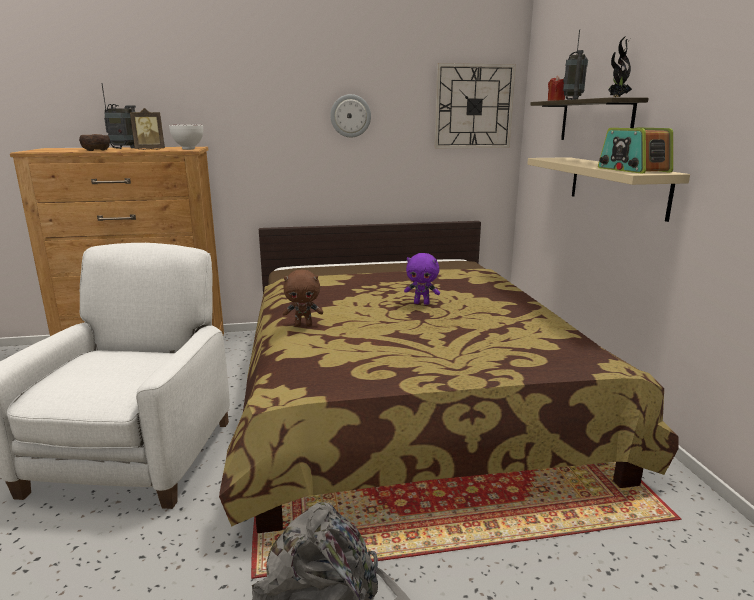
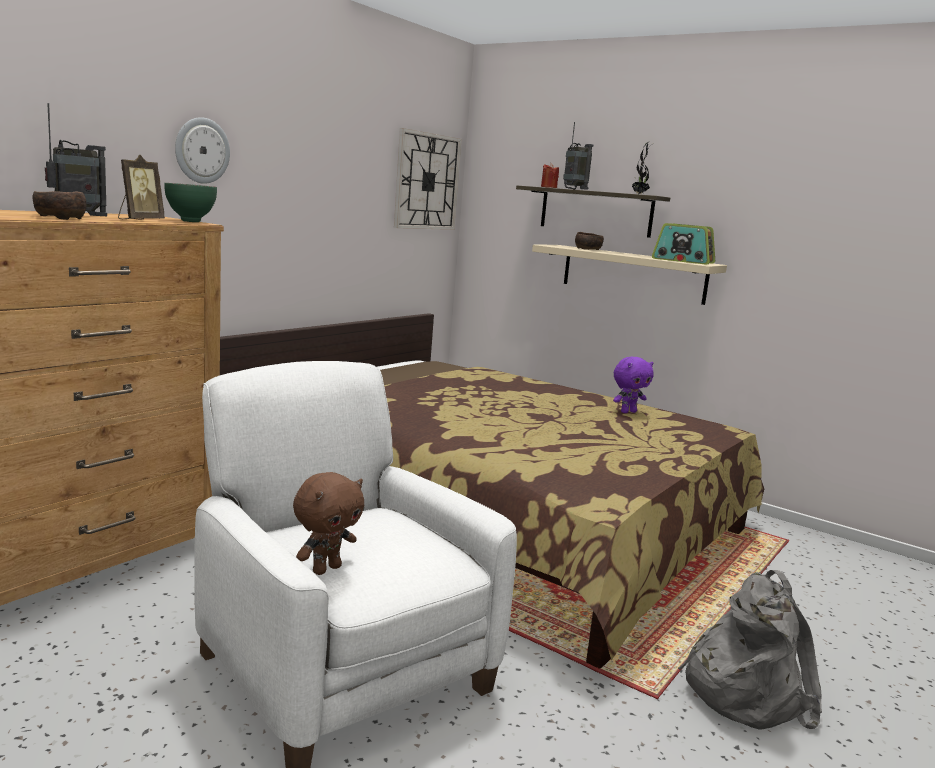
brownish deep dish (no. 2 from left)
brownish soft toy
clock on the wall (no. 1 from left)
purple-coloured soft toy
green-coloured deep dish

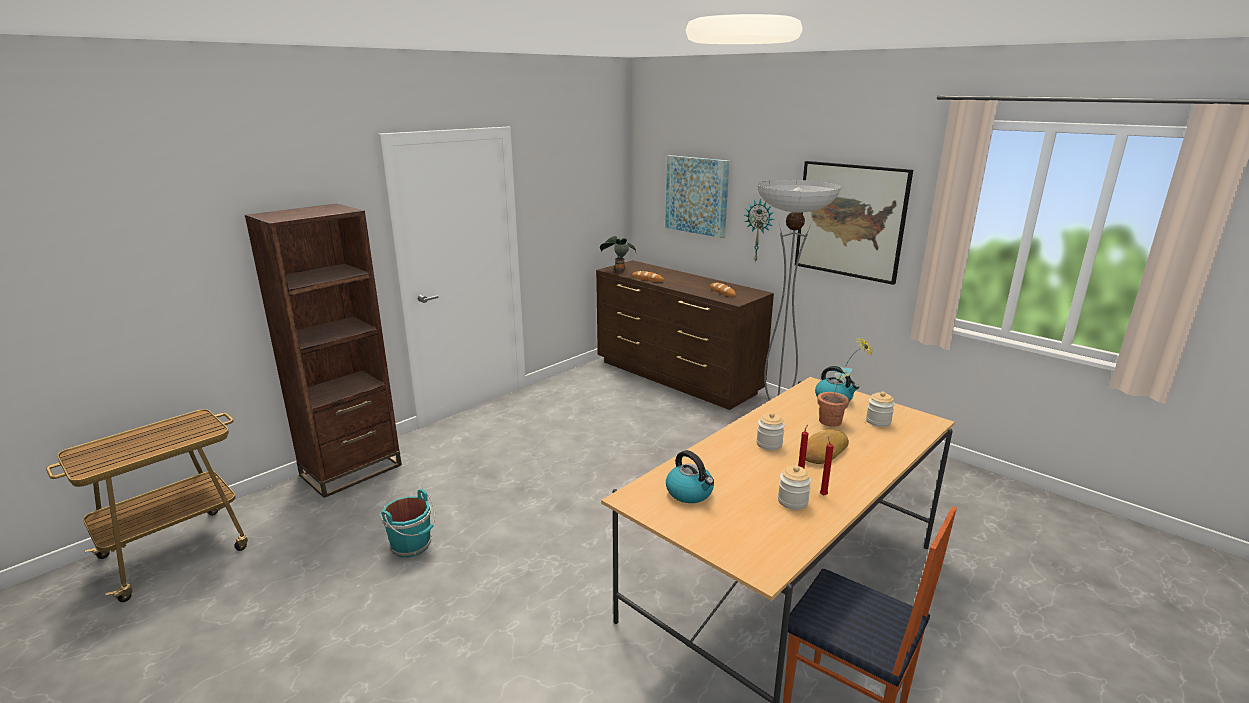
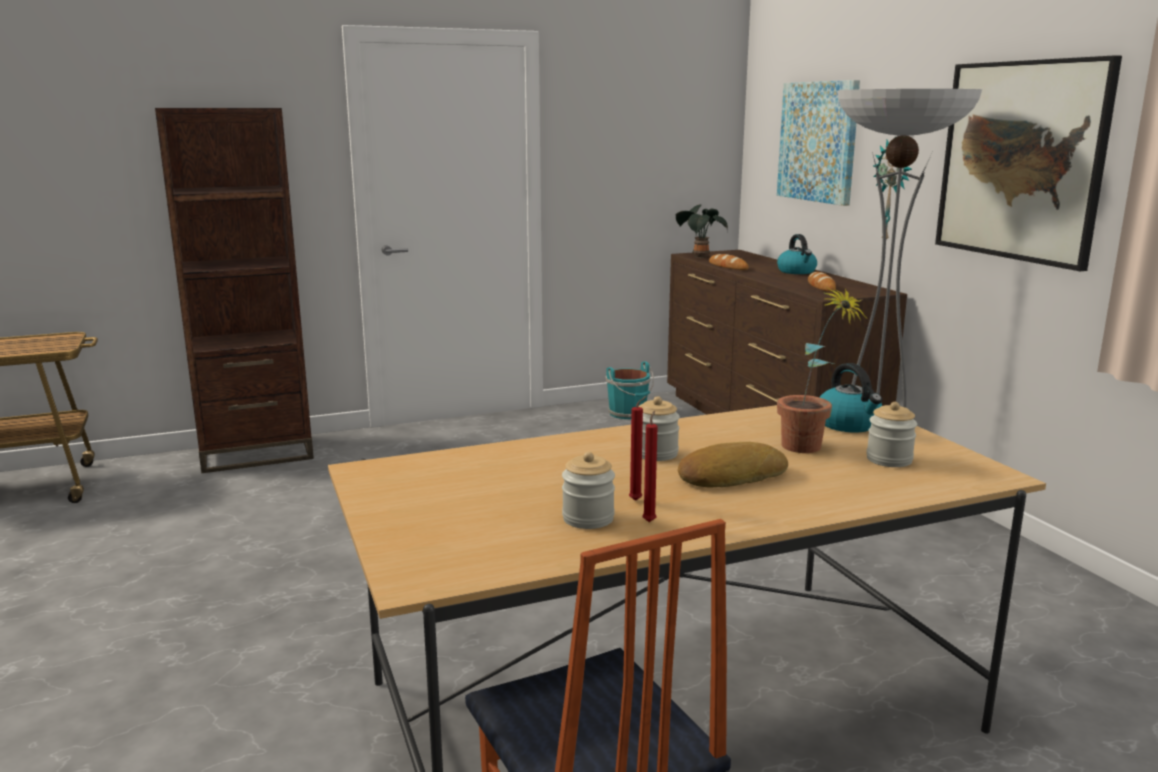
turquoise pail
kettle (no. 1 from left)

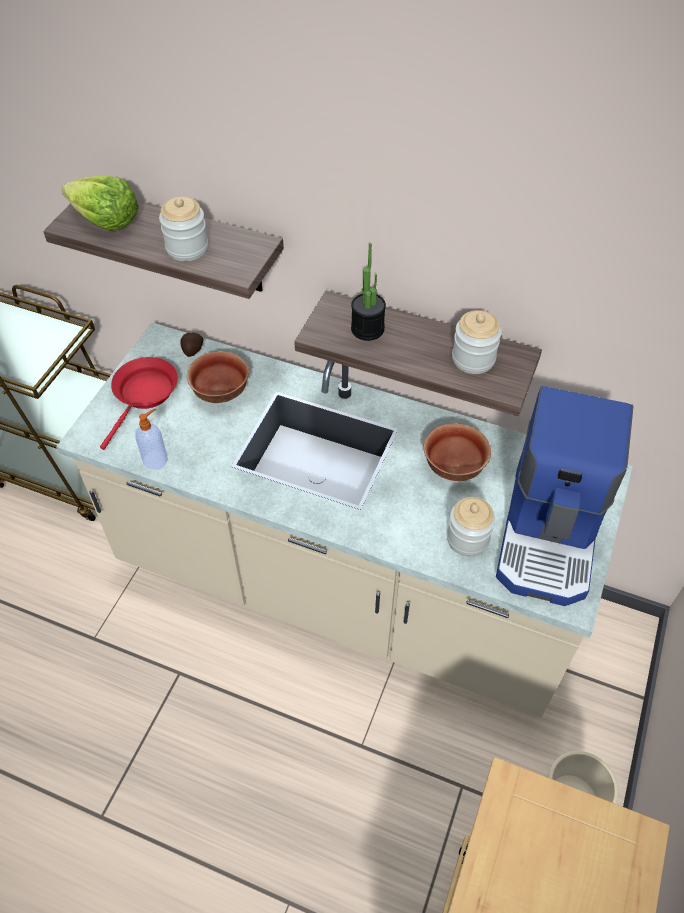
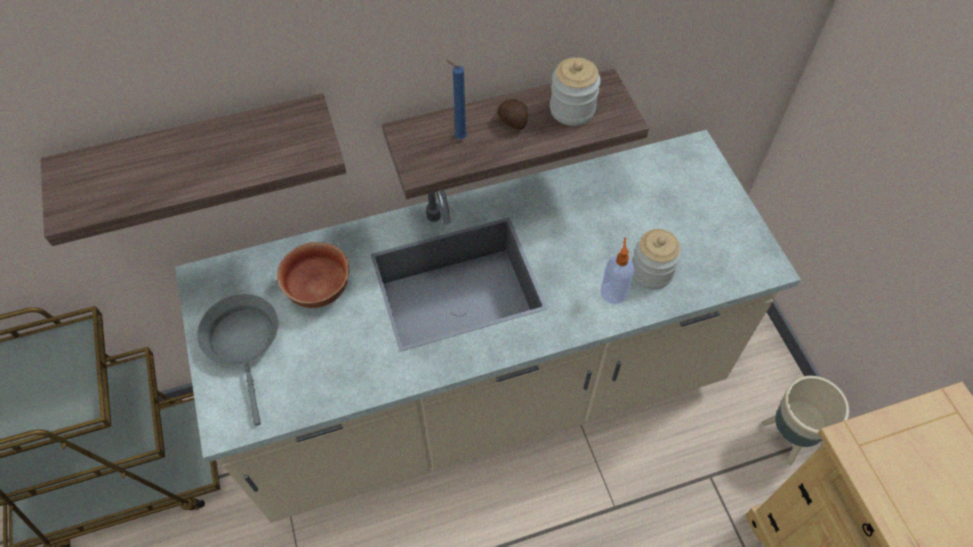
head of lettuce
preserve jar (no. 1 from left in the first image)
deep dish (no. 2 from left in the first image)
coffee machine
soap dispenser
spud
blue-coloured wax light
grey skillet

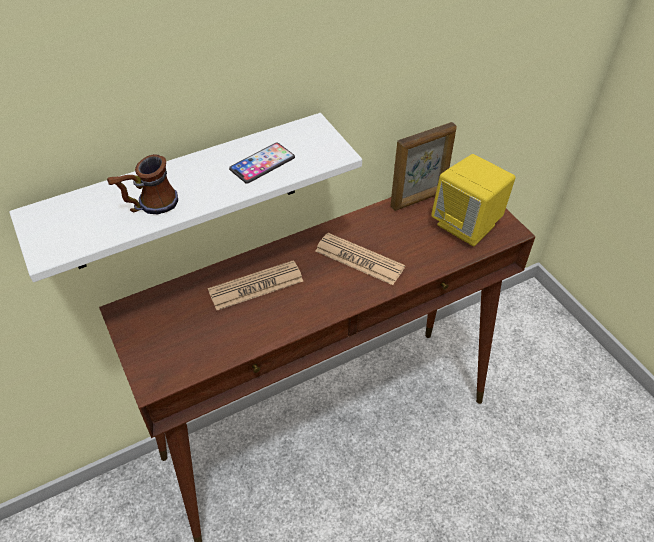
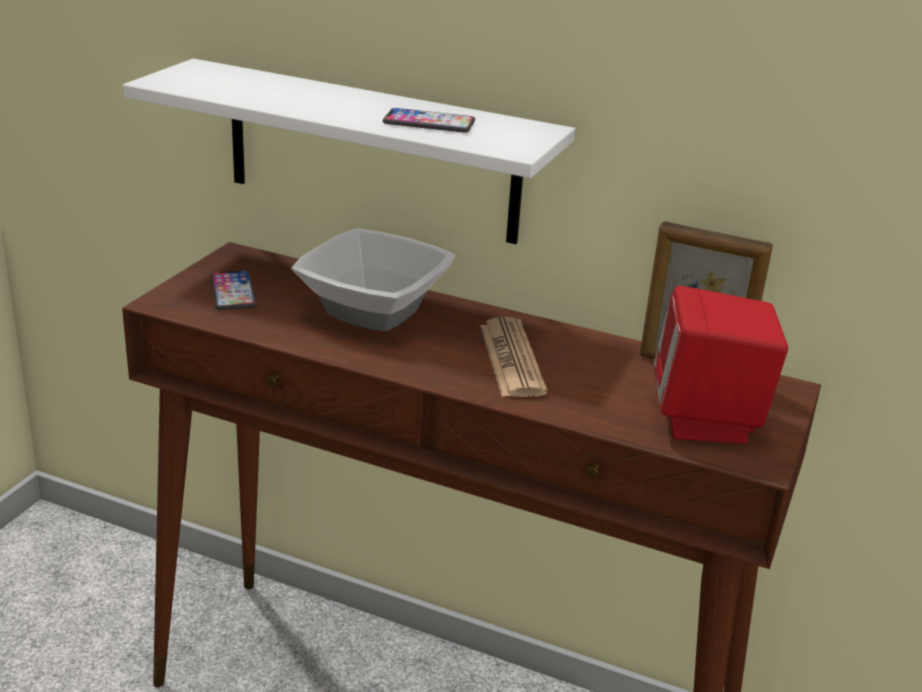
coffee mug
telephone (no. 1 from left)
deep dish
red-coloured audio speaker

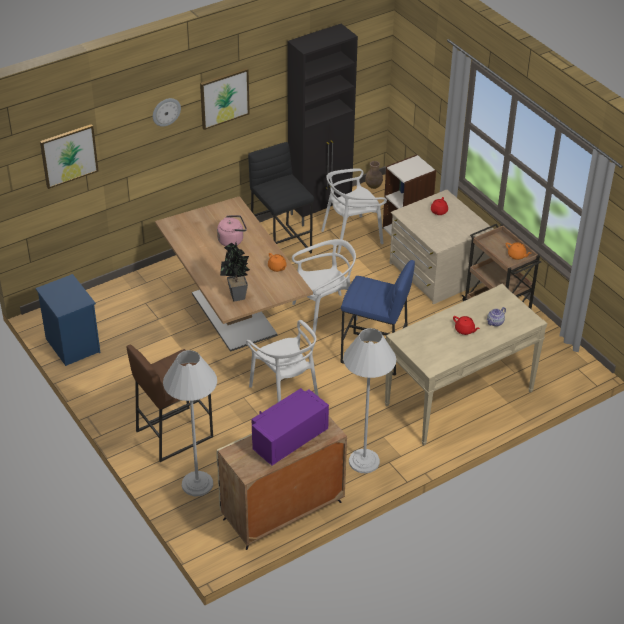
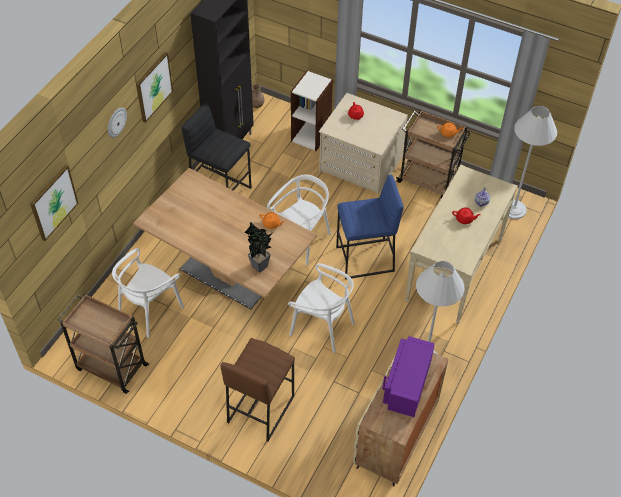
pink kettle
white standing lamp (no. 2 from left)
white upright chair (no. 1 from left)
brownish wheeled cart (no. 1 from left)

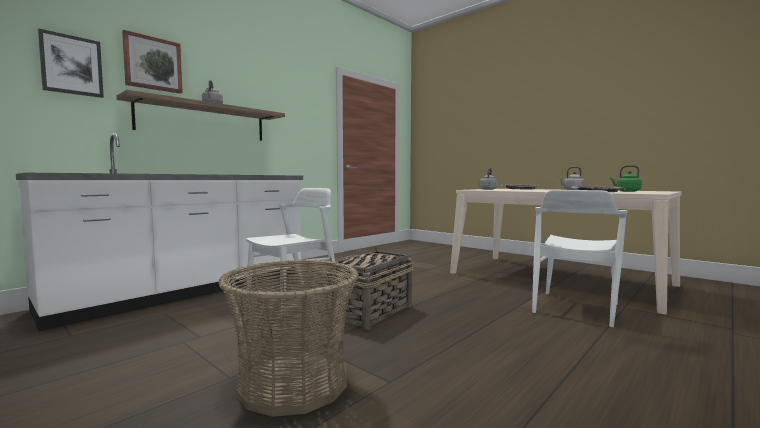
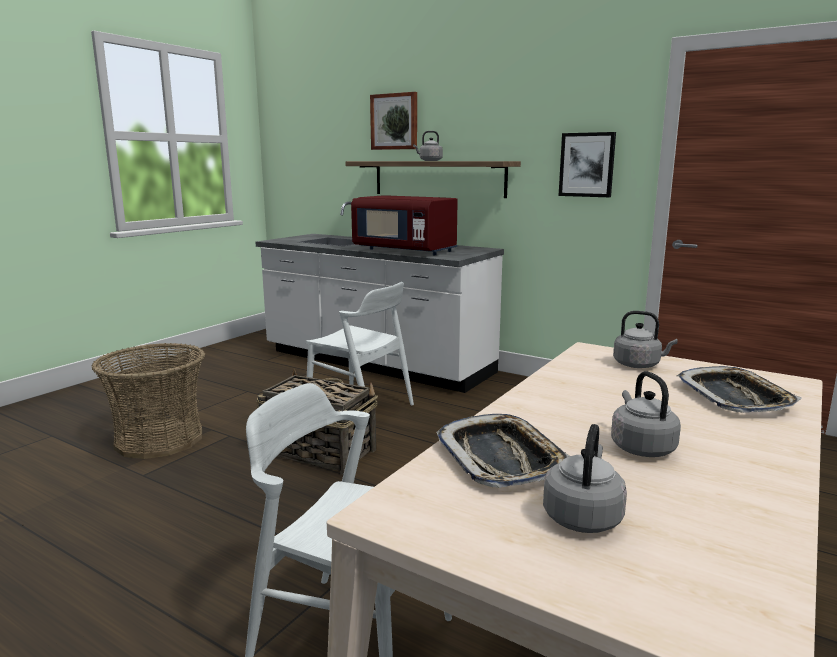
red-coloured microwave
picture (no. 2 from left)
grey kettle (no. 2 from left)

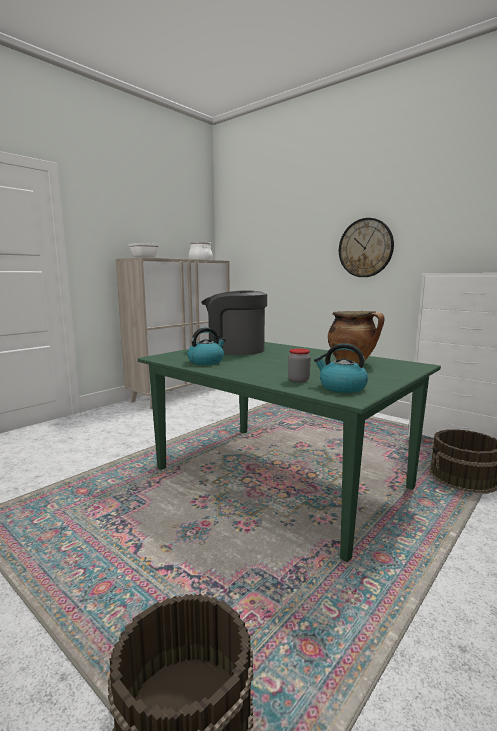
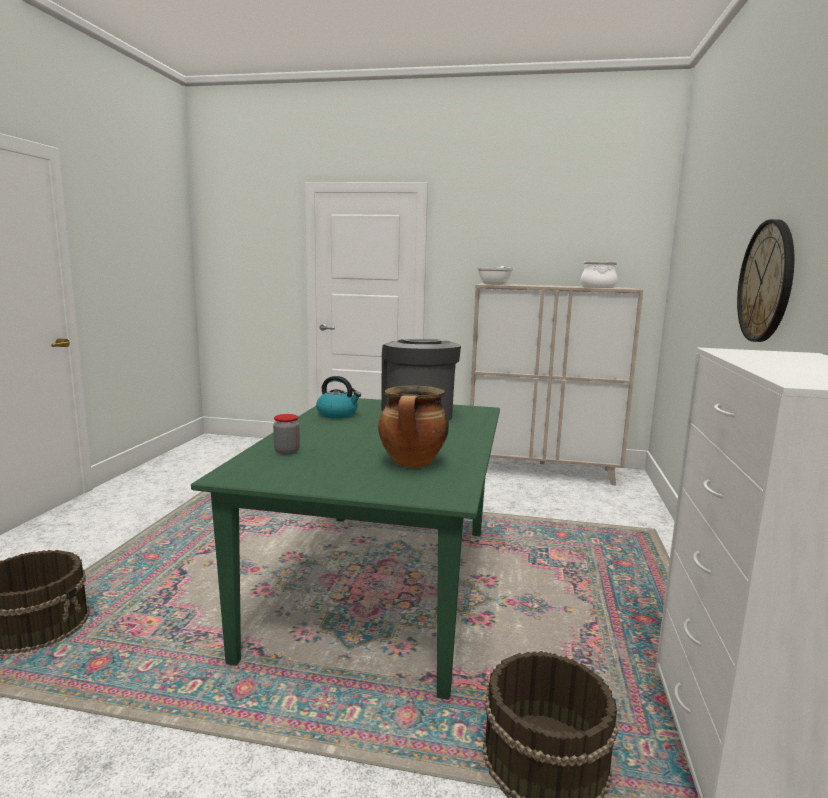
kettle (no. 2 from left in the first image)

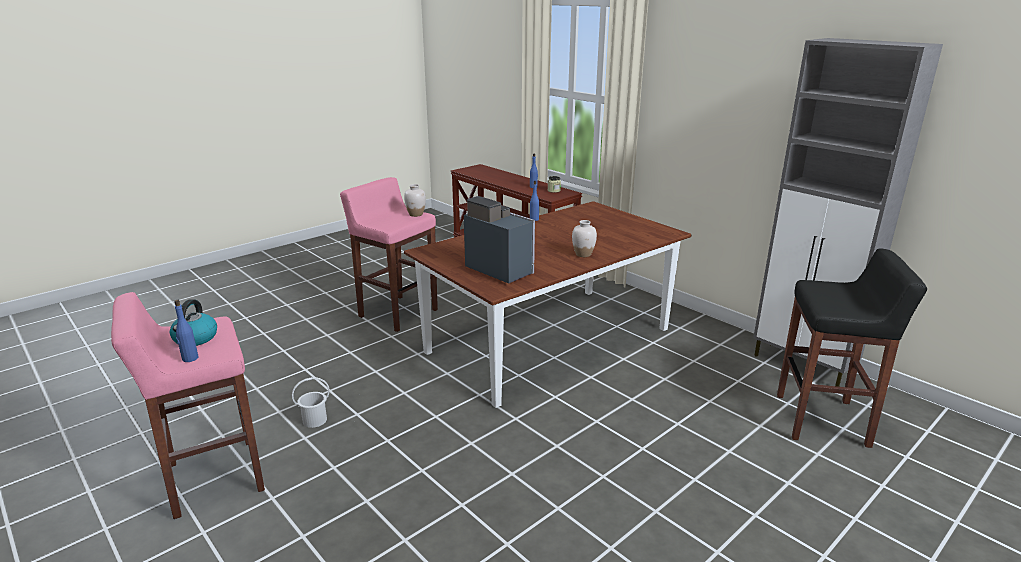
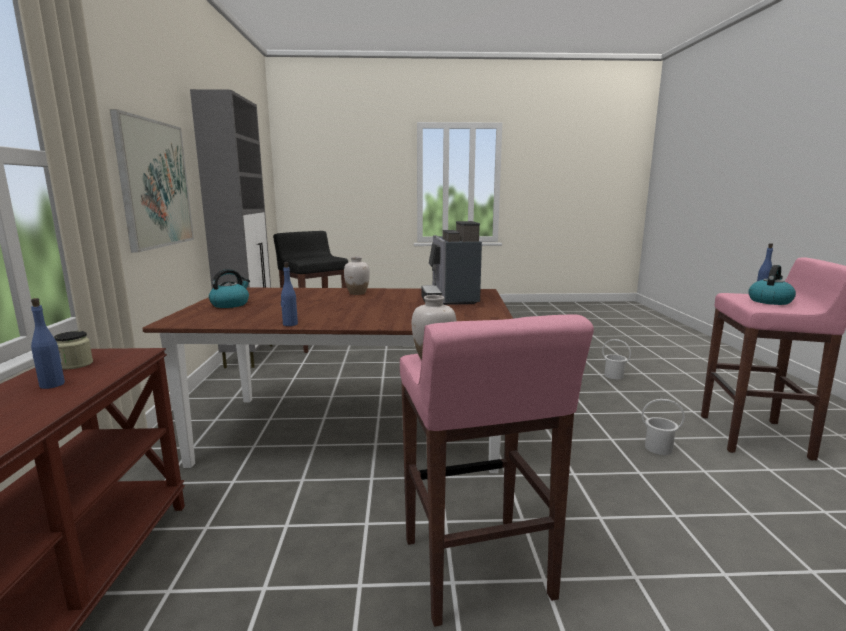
picture
kettle (no. 1 from left)
white pail (no. 1 from left)

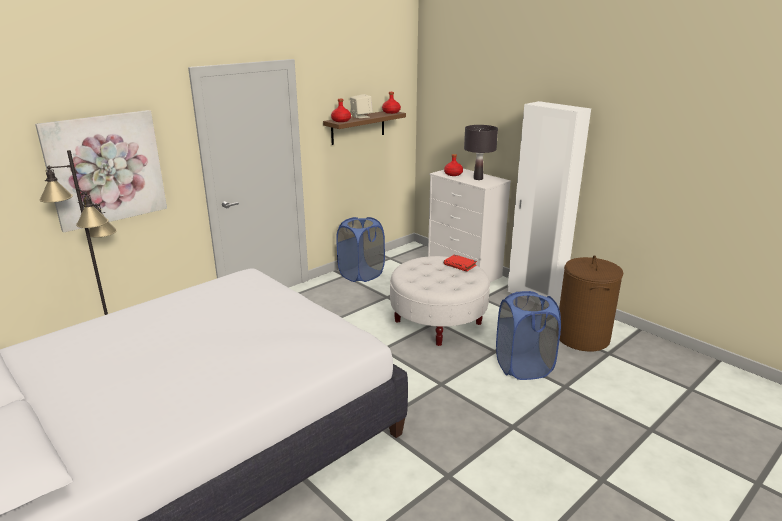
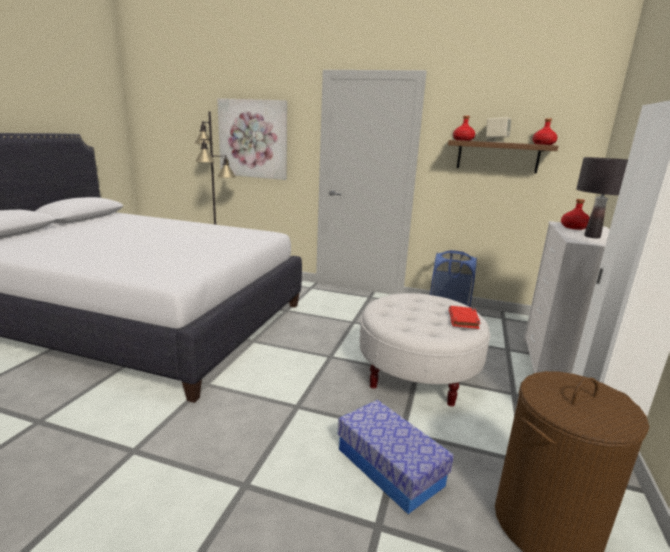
storage box

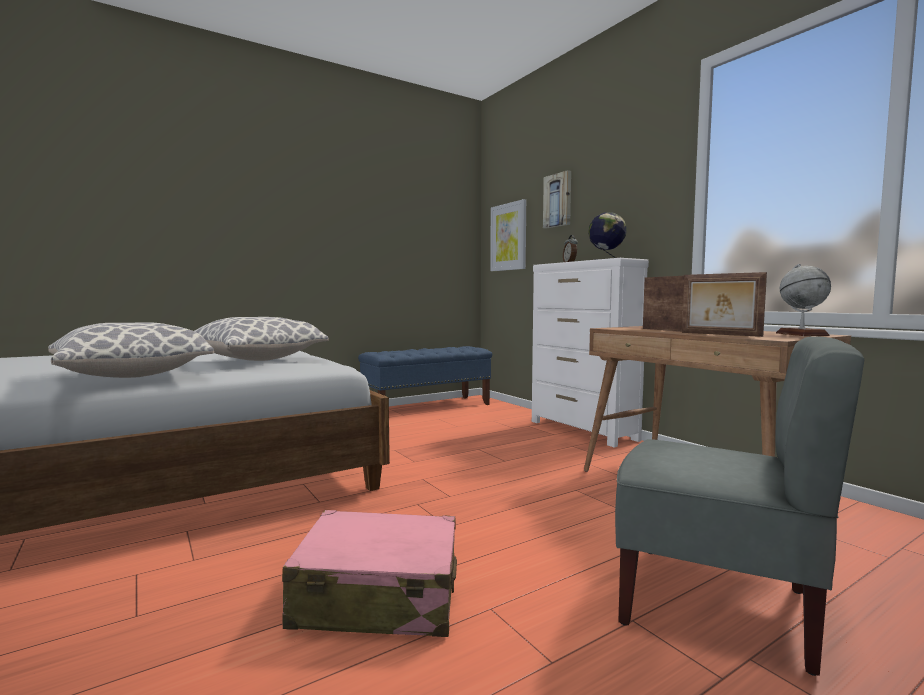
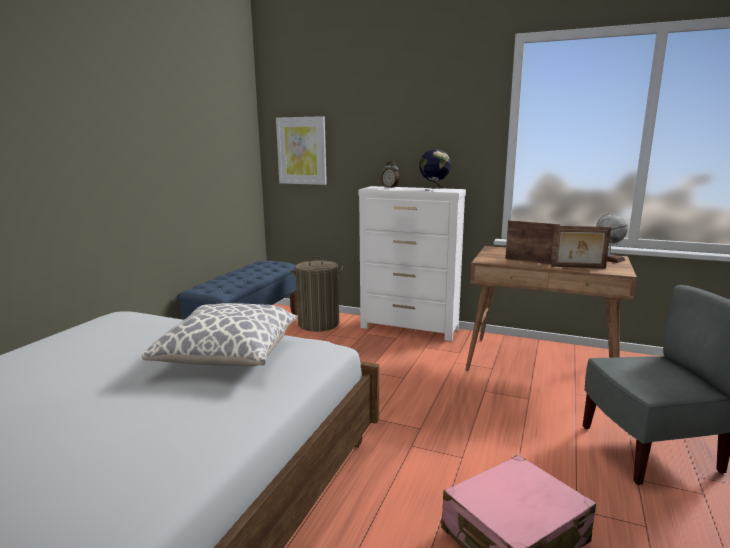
throw pillow (no. 1 from left in the first image)
picture (no. 2 from left in the first image)
laundry basket

